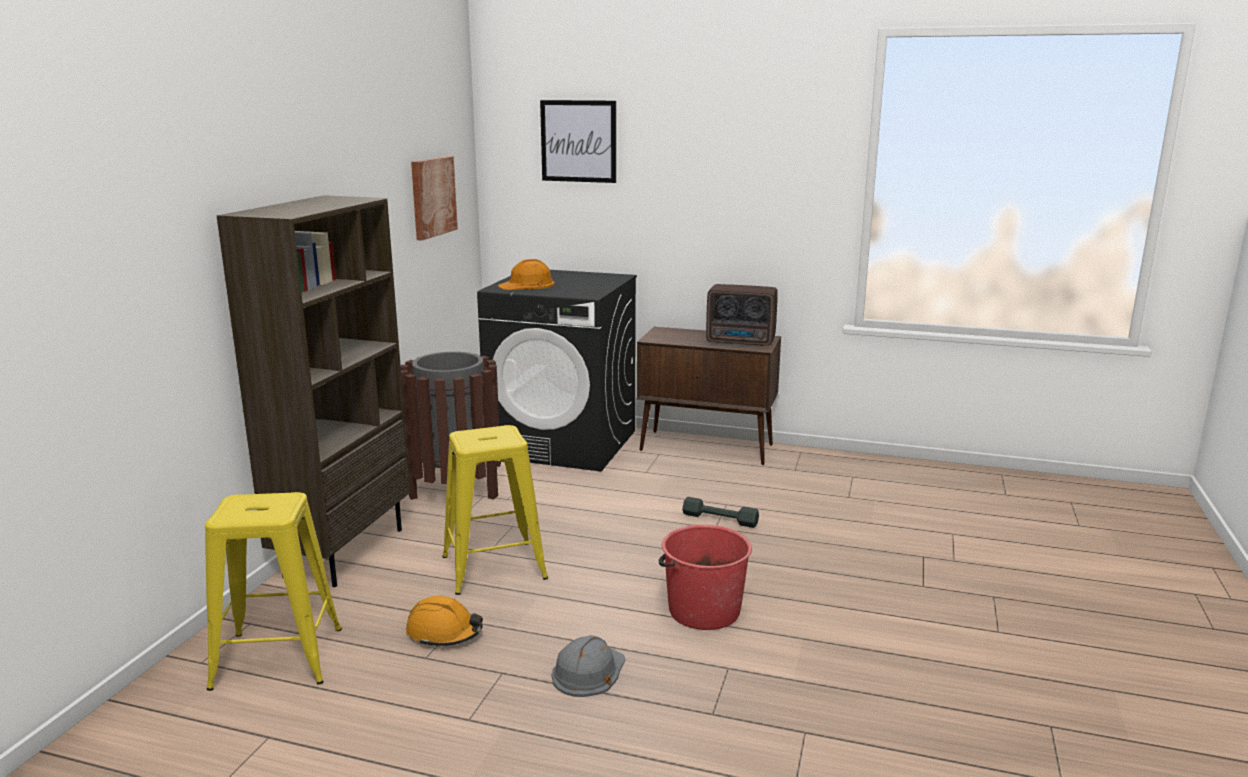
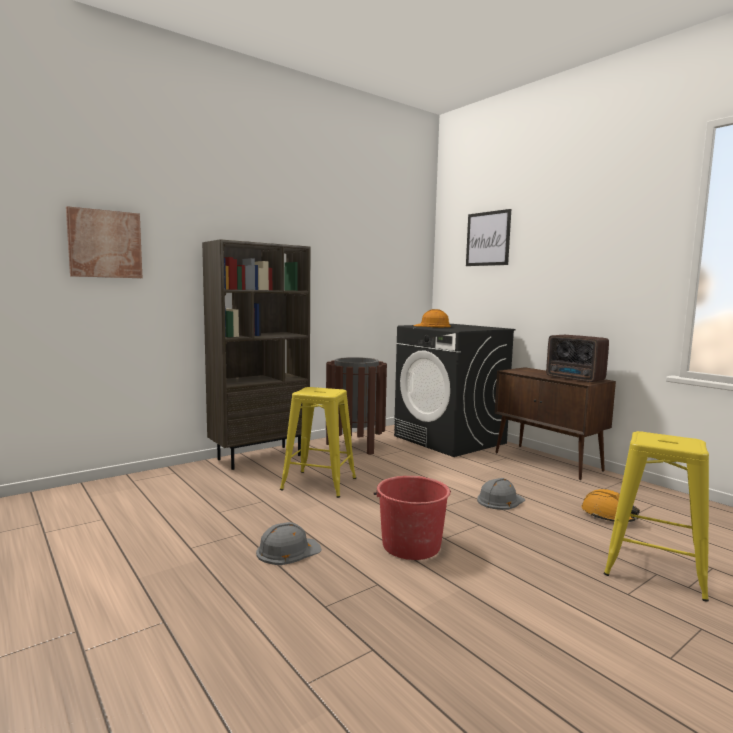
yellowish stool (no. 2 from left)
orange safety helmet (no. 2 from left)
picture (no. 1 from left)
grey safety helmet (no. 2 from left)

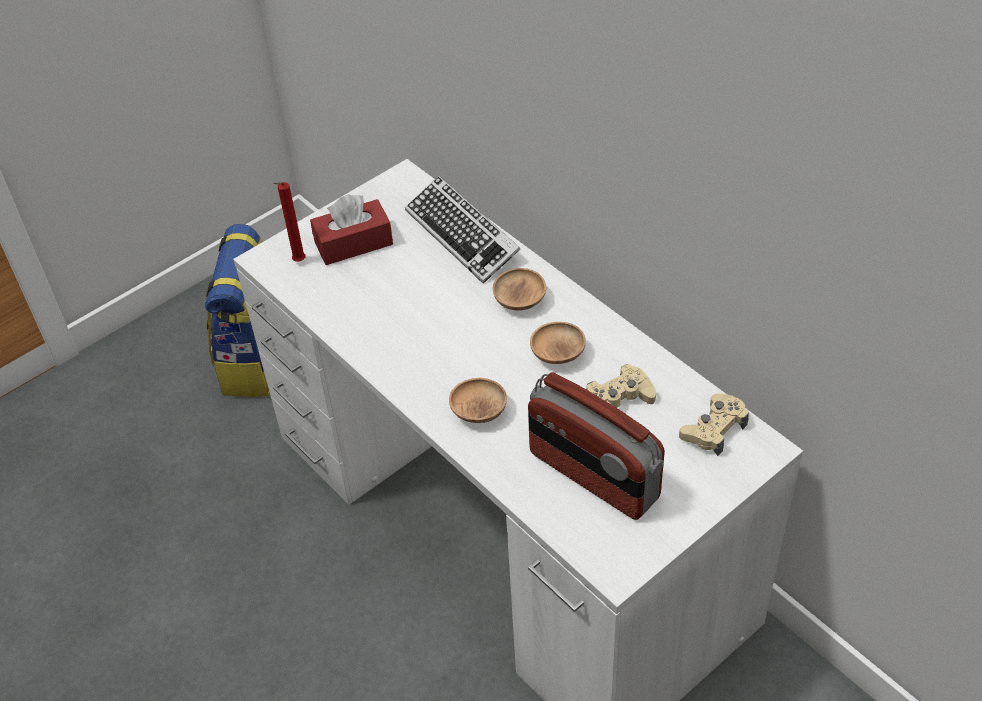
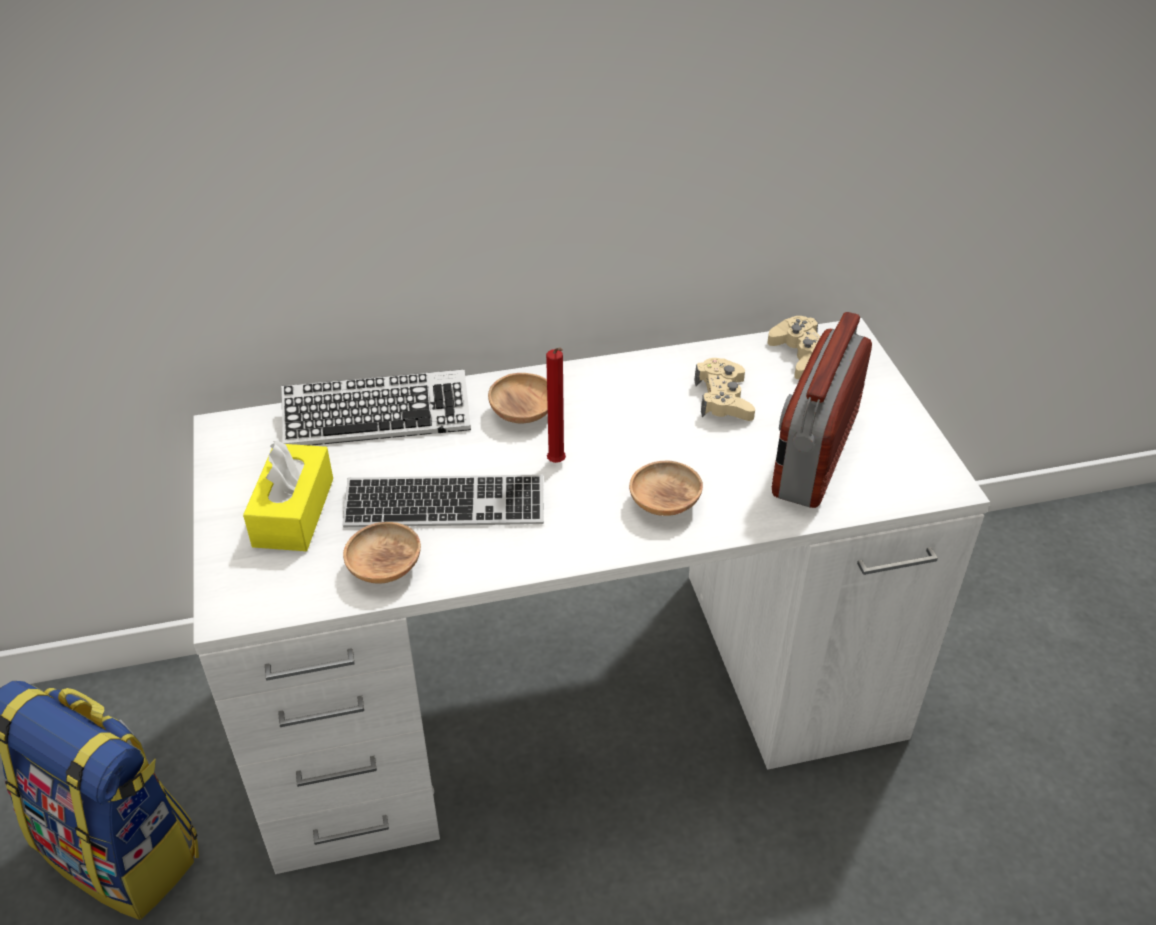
keyboard (no. 2 from left)
red-coloured wax light
brownish deep dish (no. 1 from left)
yellowish tissue box
radio receiver

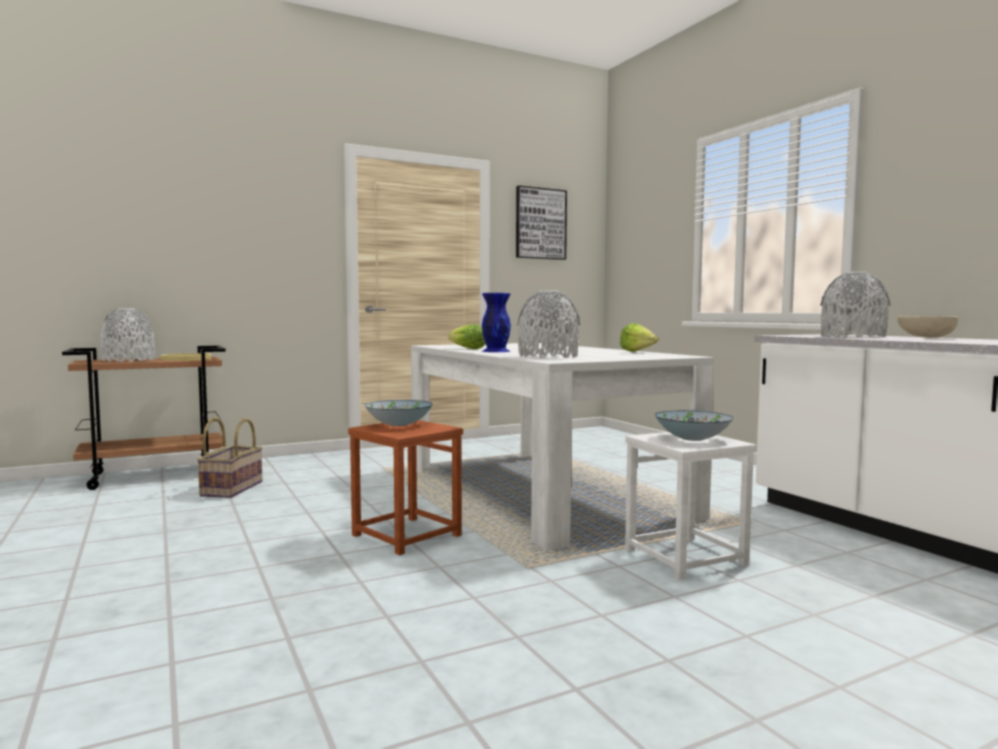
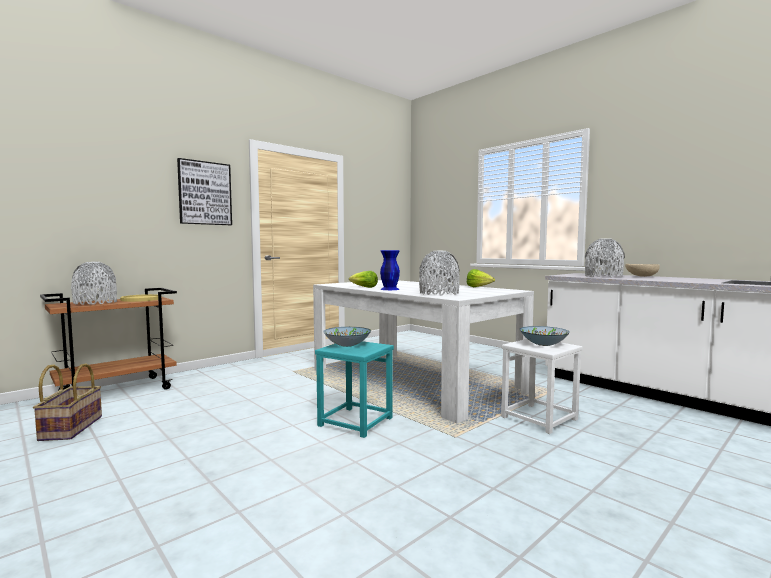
household basket
picture
turquoise stool

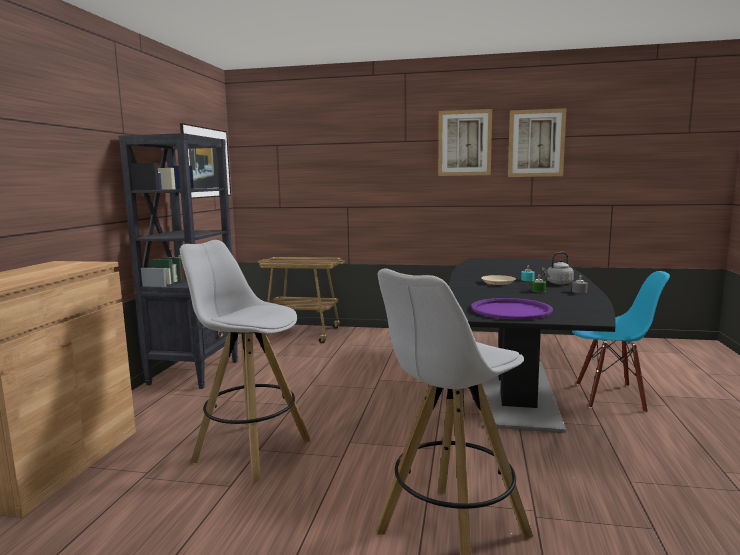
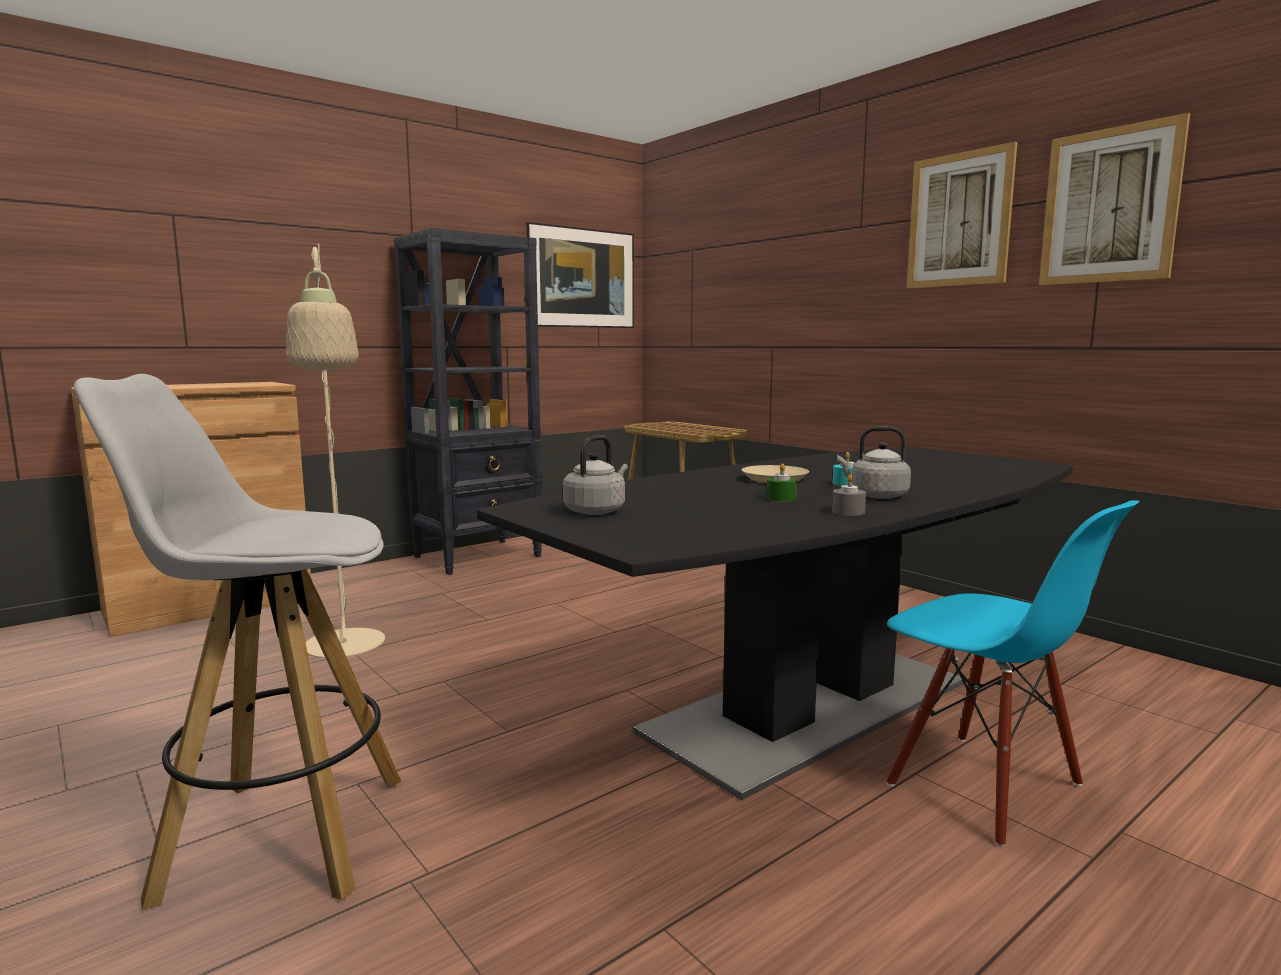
beige-coloured standing lamp
grey kettle (no. 1 from left)

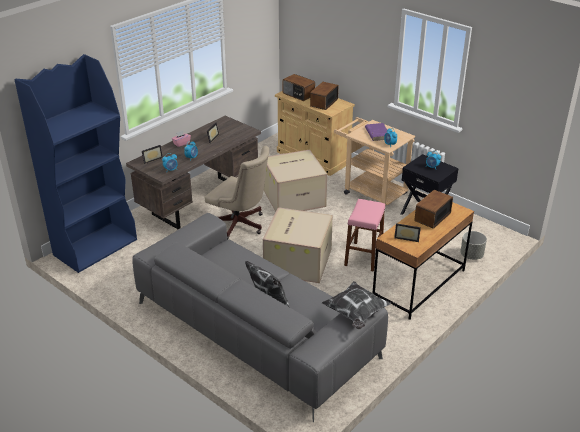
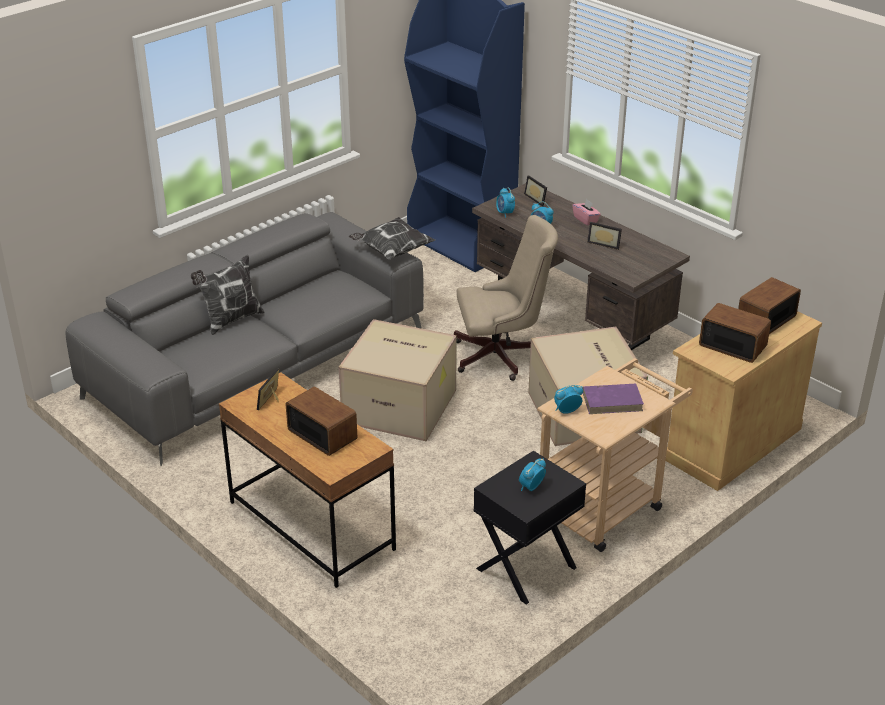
pink stool
grey plant pot
throw pillow (no. 2 from left)
beige-coloured desk chair

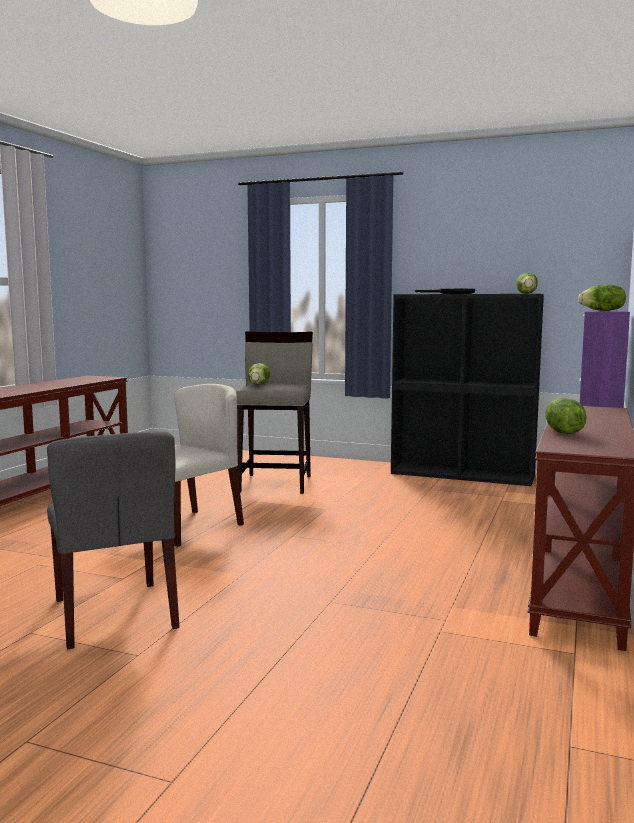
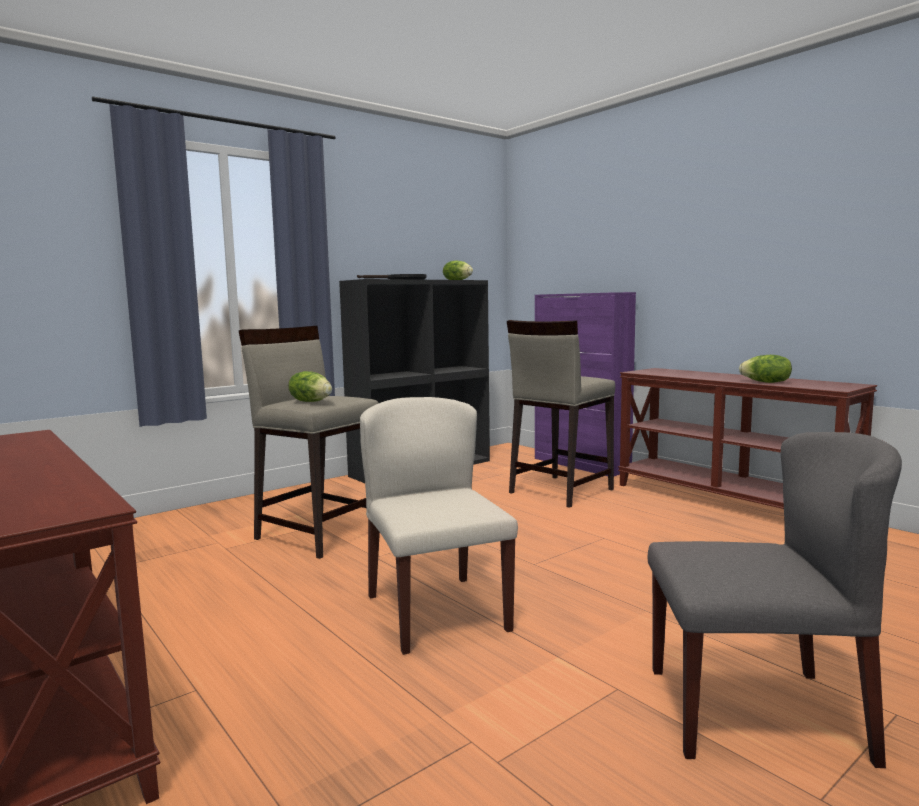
head of lettuce (no. 4 from left in the first image)
beige-coloured stool (no. 2 from left)

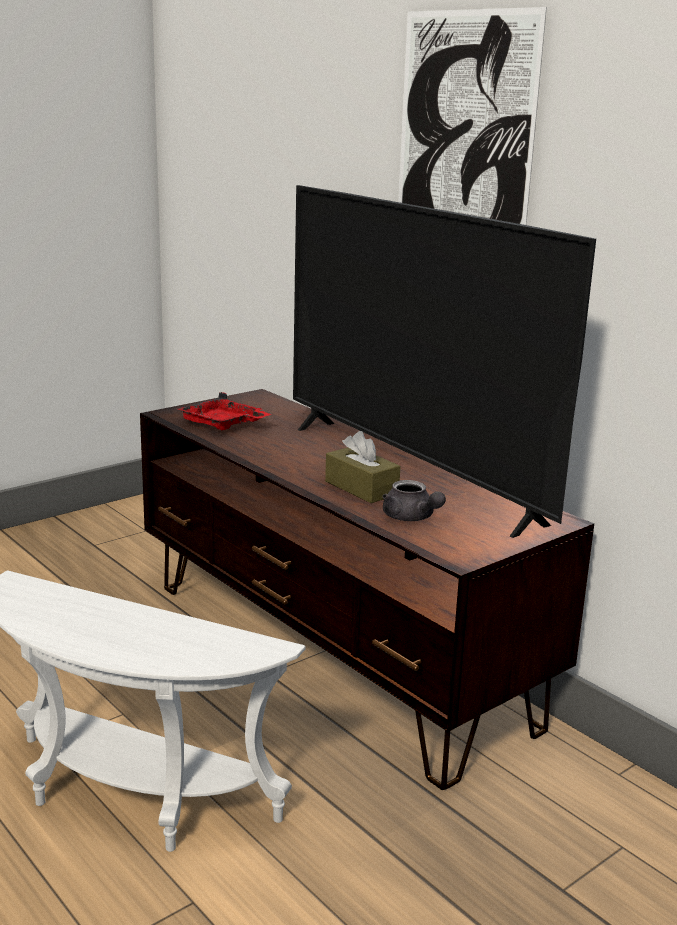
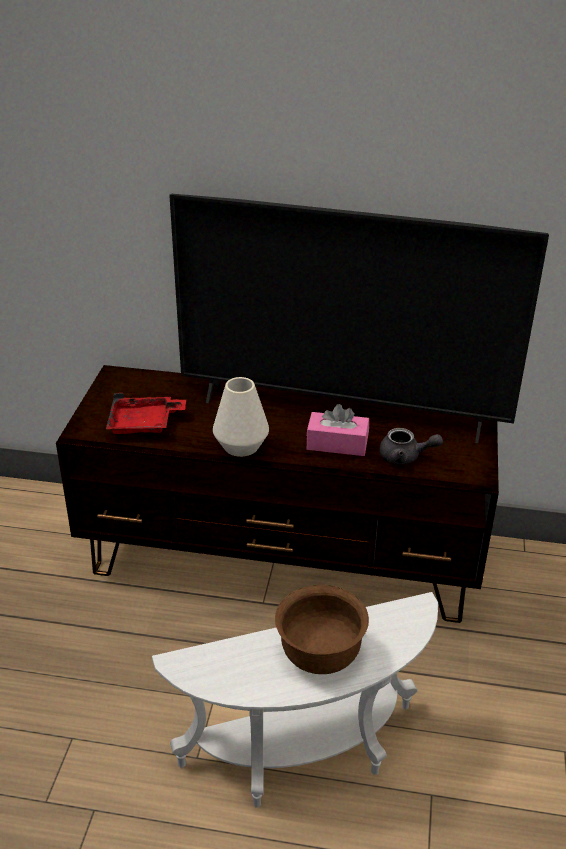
picture
white vase
brownish deep dish
pink tissue box

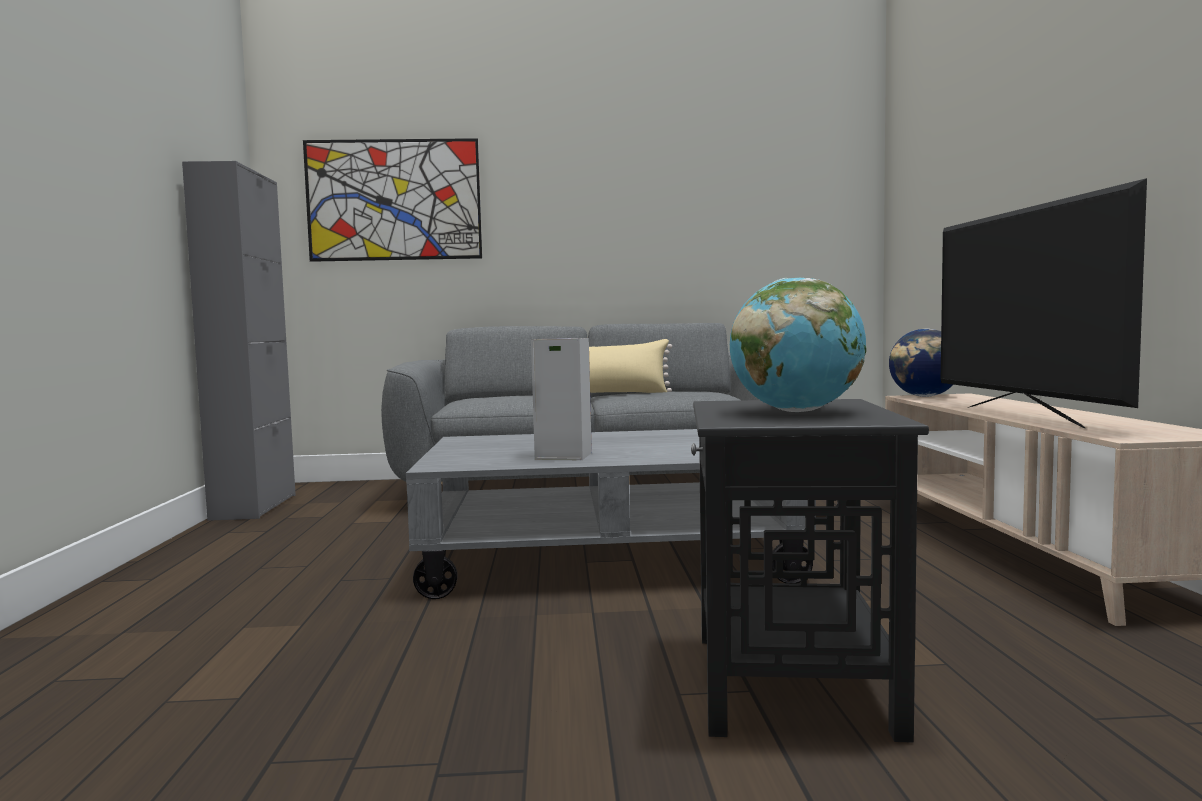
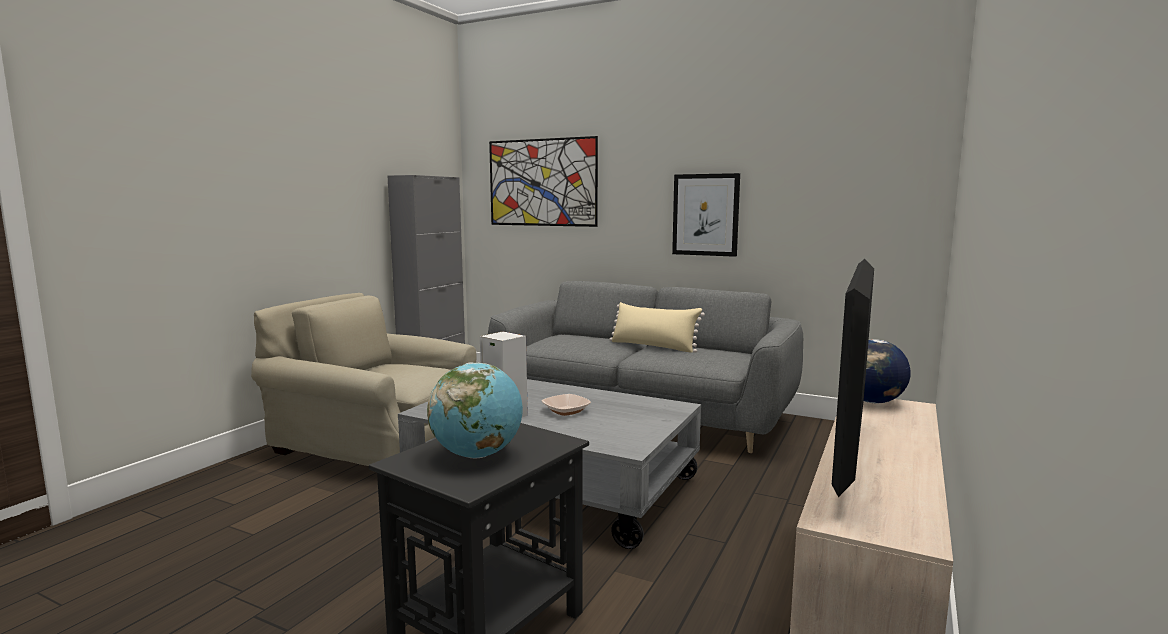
beige-coloured armchair
deep dish
picture (no. 2 from left)

